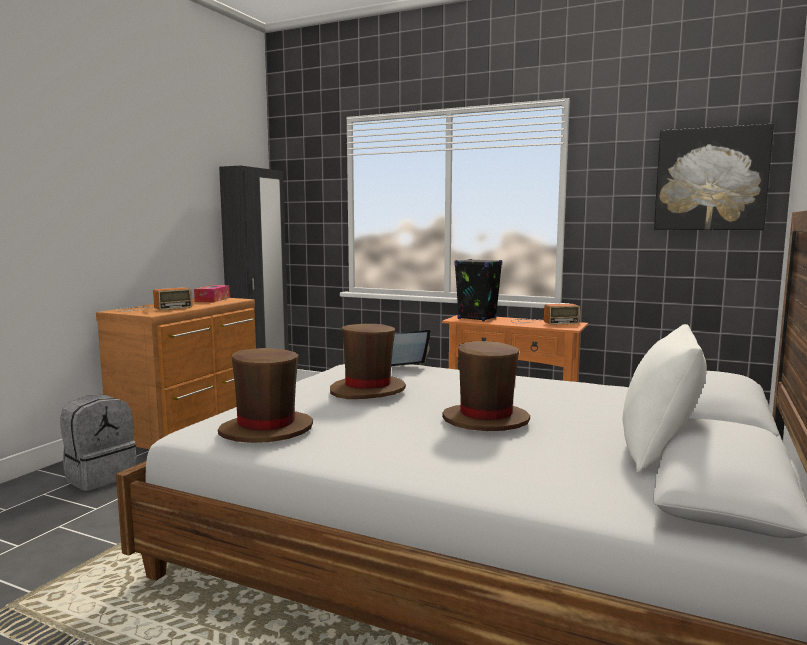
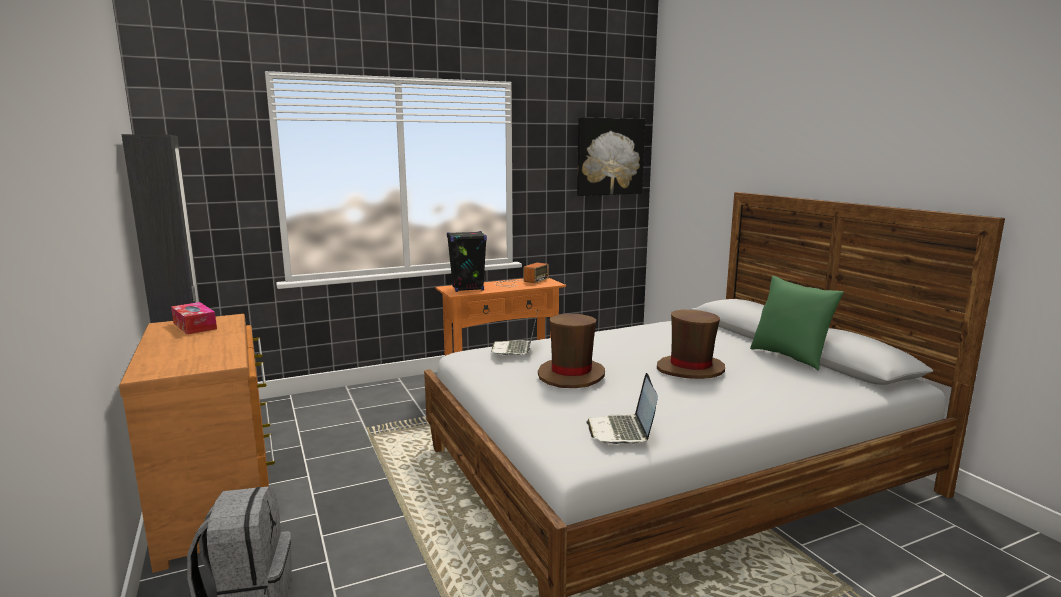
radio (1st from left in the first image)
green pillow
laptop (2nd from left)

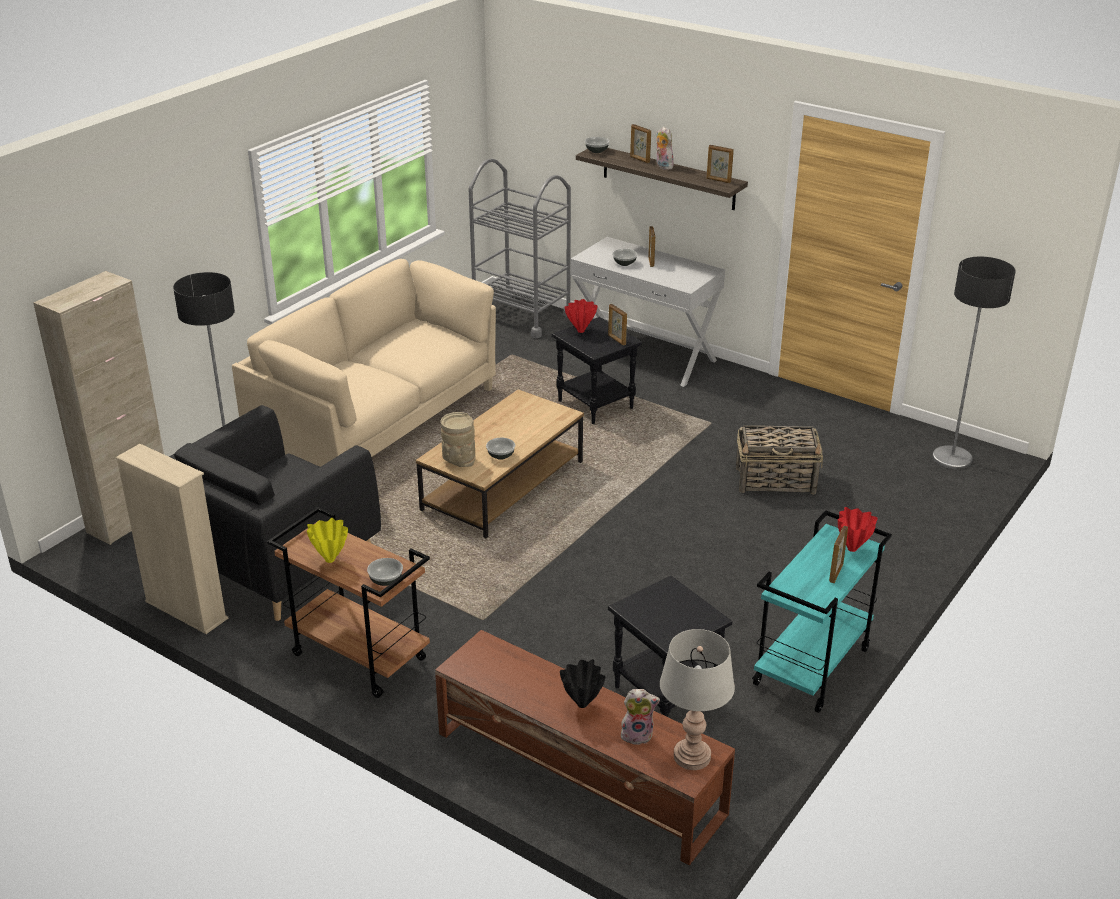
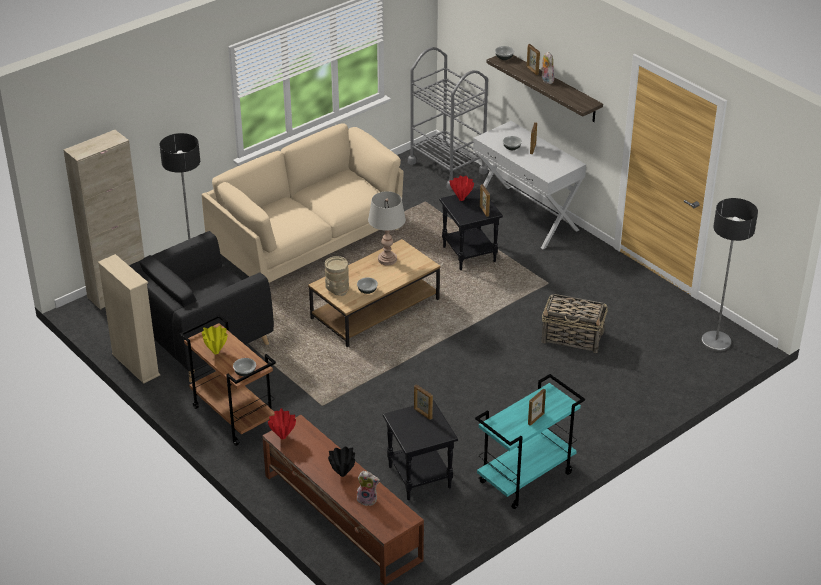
picture frame (1st from left)
red vase (1st from left)
grey table lamp

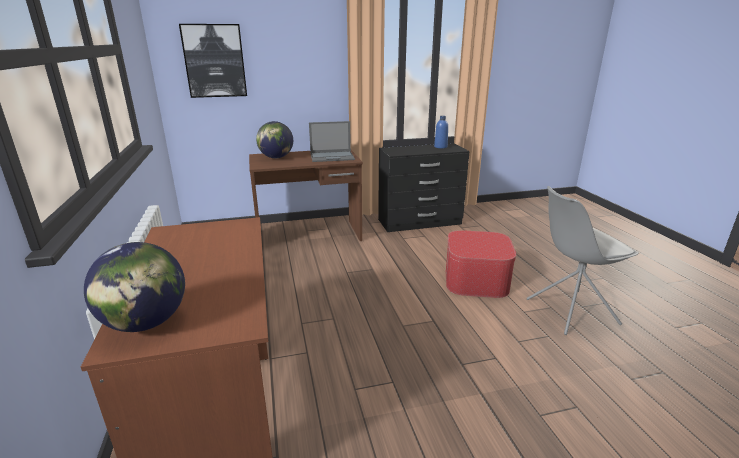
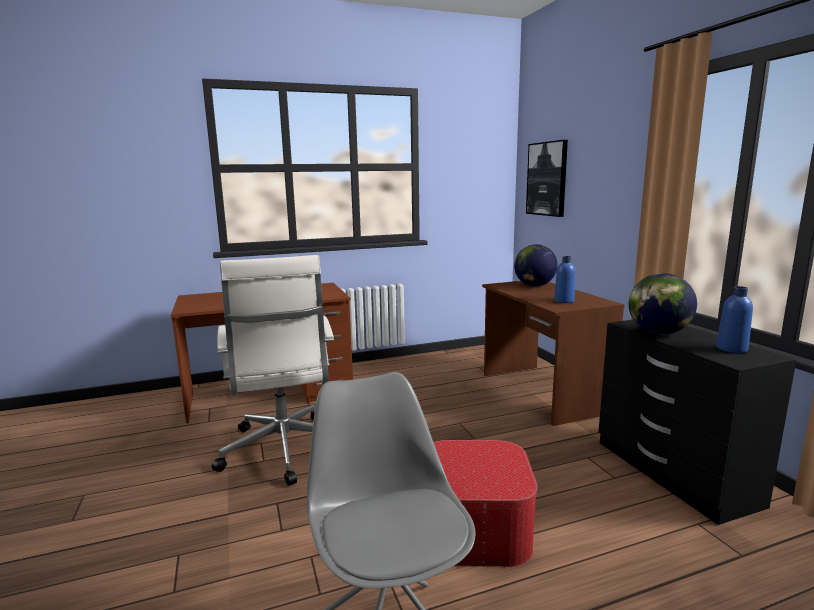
blue bottle (1st from left)
globe (2nd from left)
white office chair

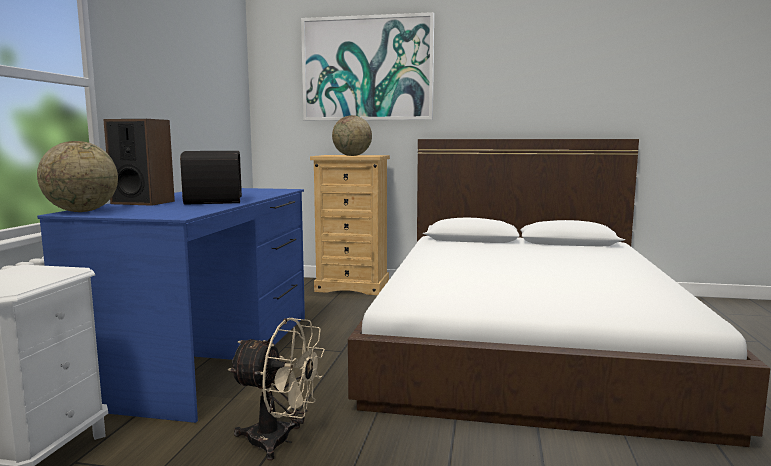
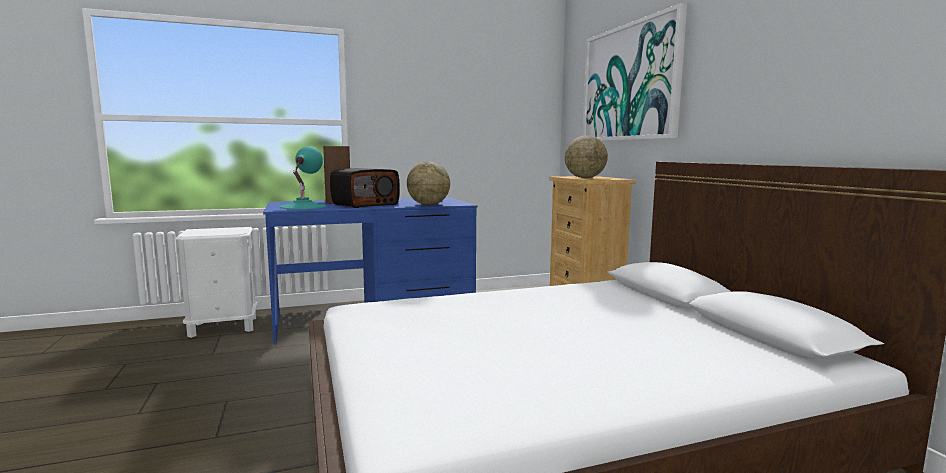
globe (1st from left)
beige fan
turquoise table lamp

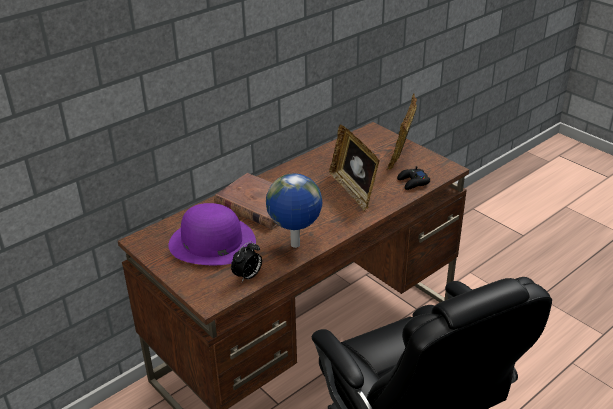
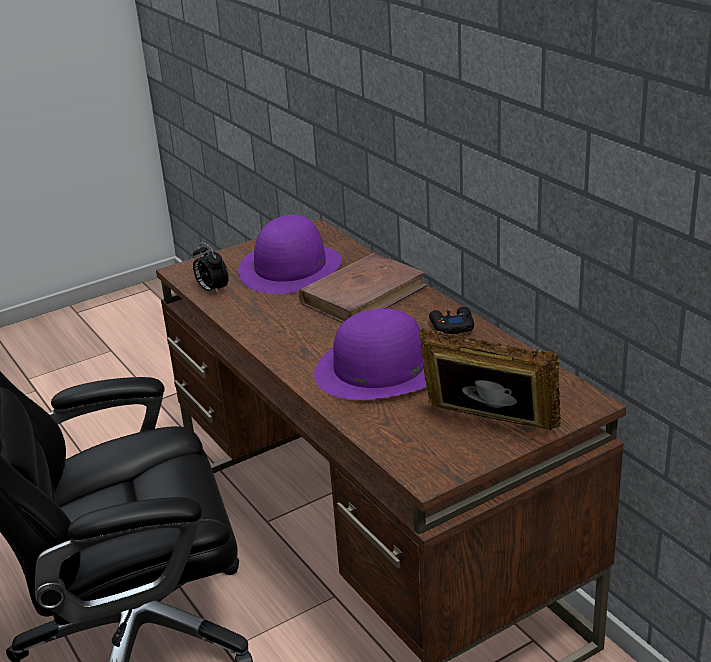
purple hat (2nd from left)
black game controller
globe

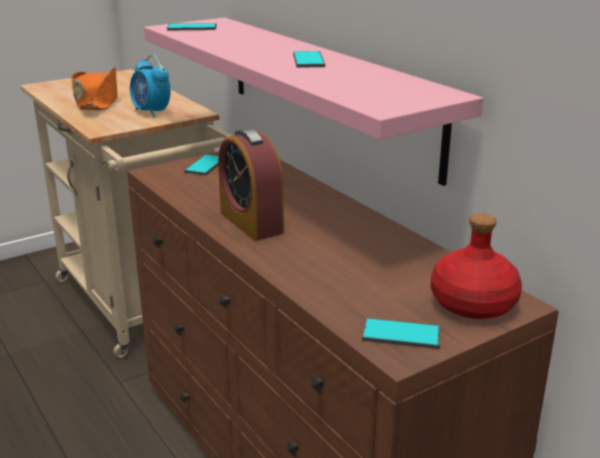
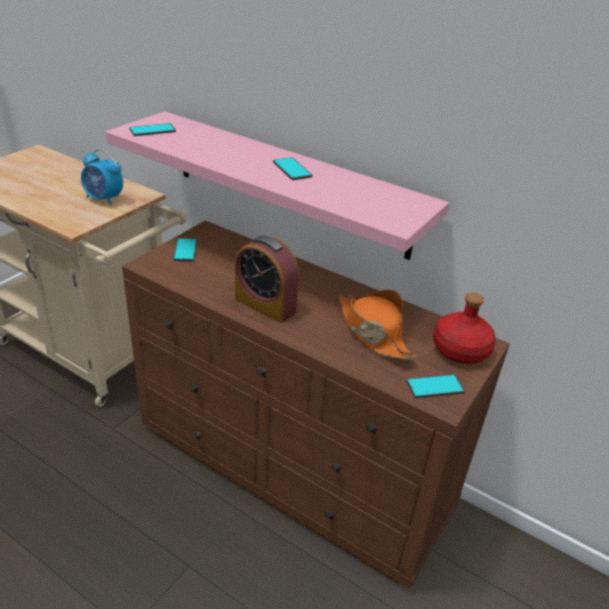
orange hat

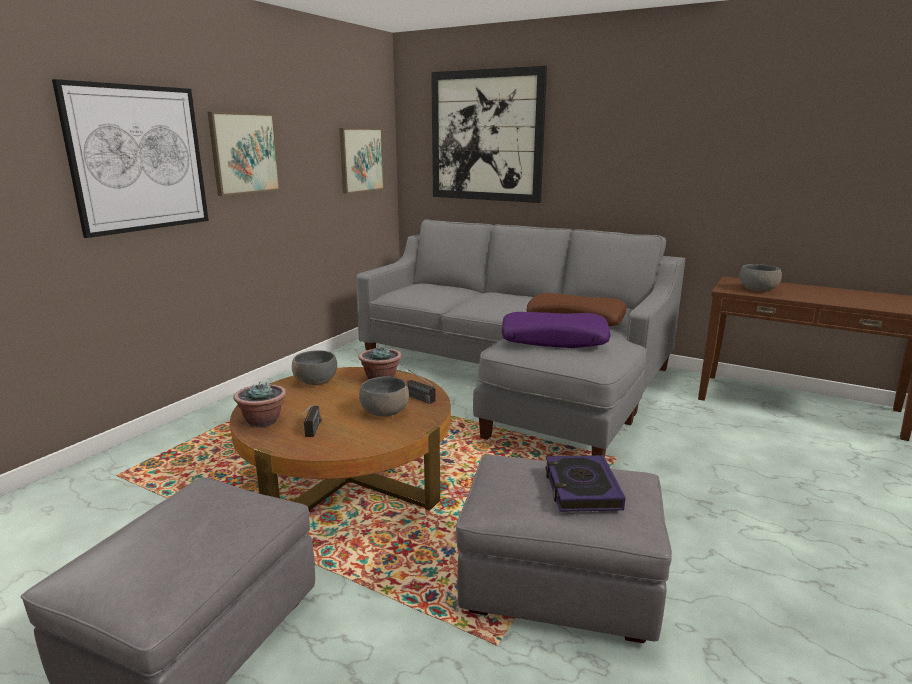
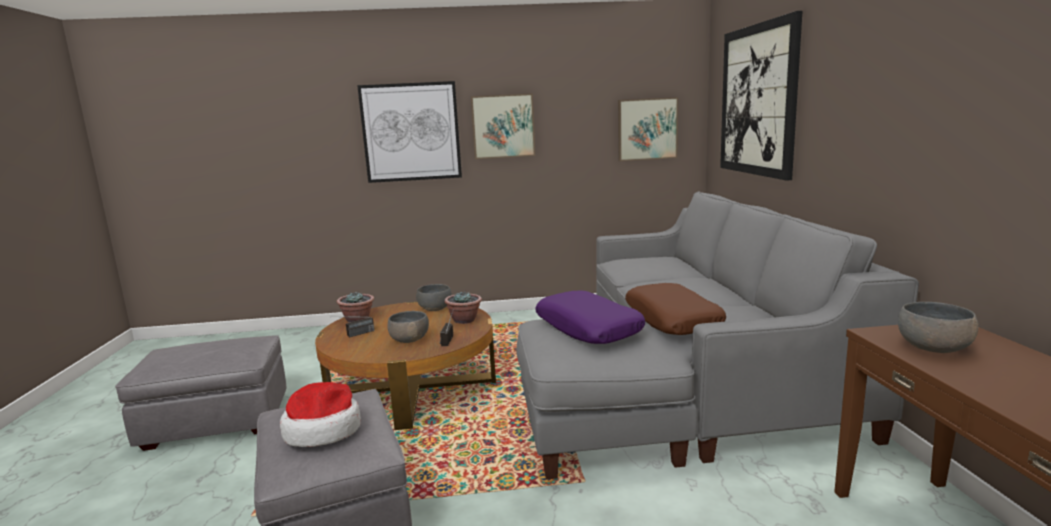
hat

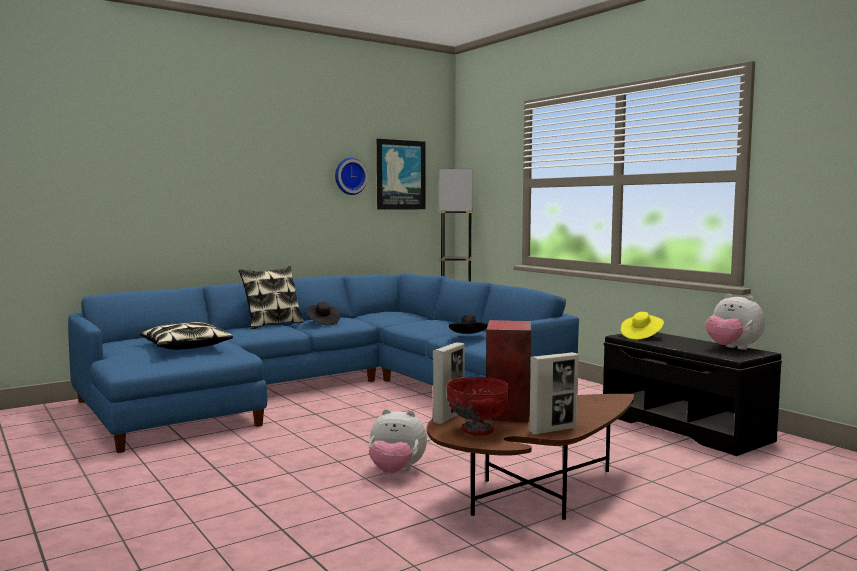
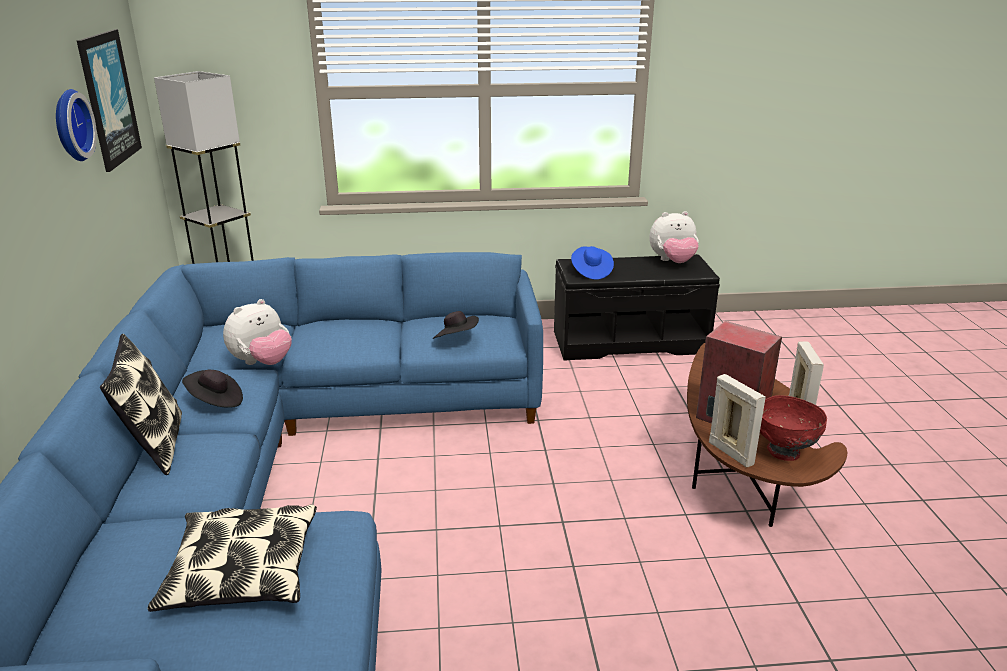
blue hat
plush toy (1st from left)

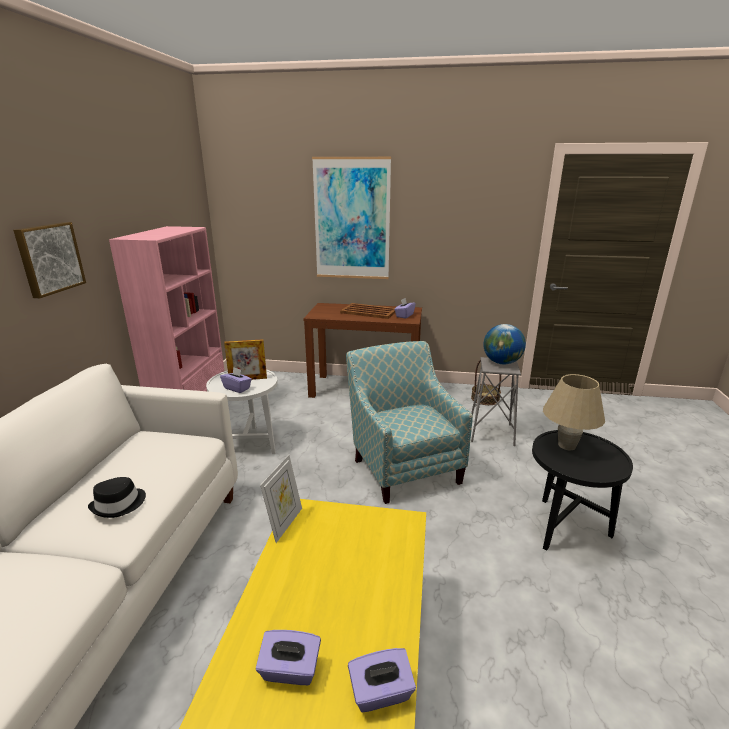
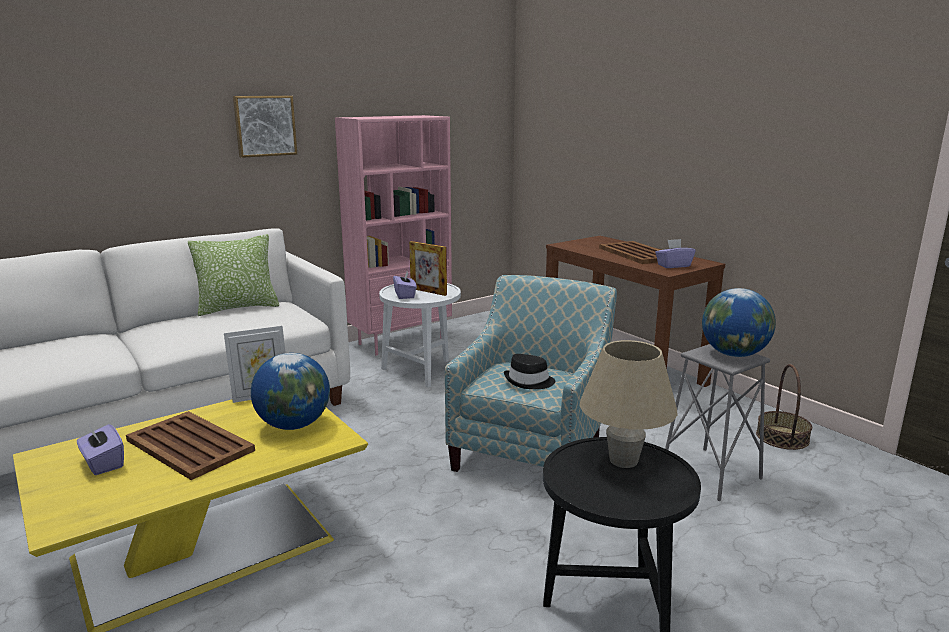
picture (2nd from left in the first image)
black hat
purple tissue box (3rd from left in the first image)
pillow
globe (1st from left)
brown tray (1st from left)

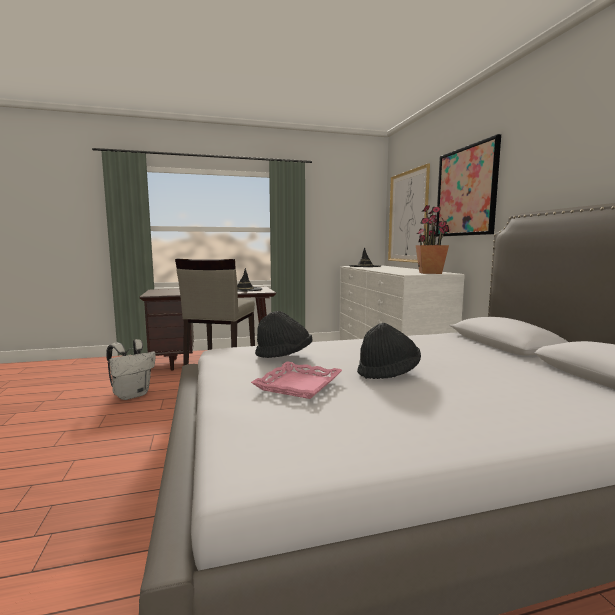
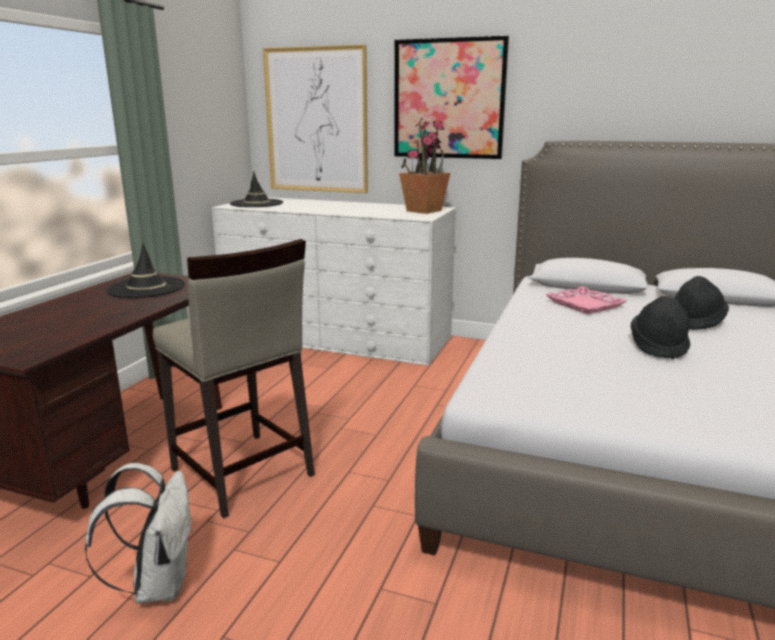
black hat (4th from left)
pink tray

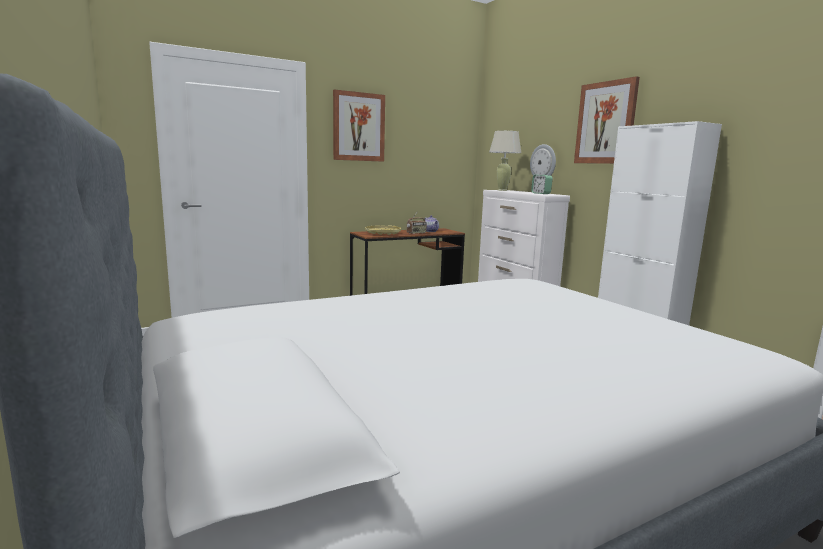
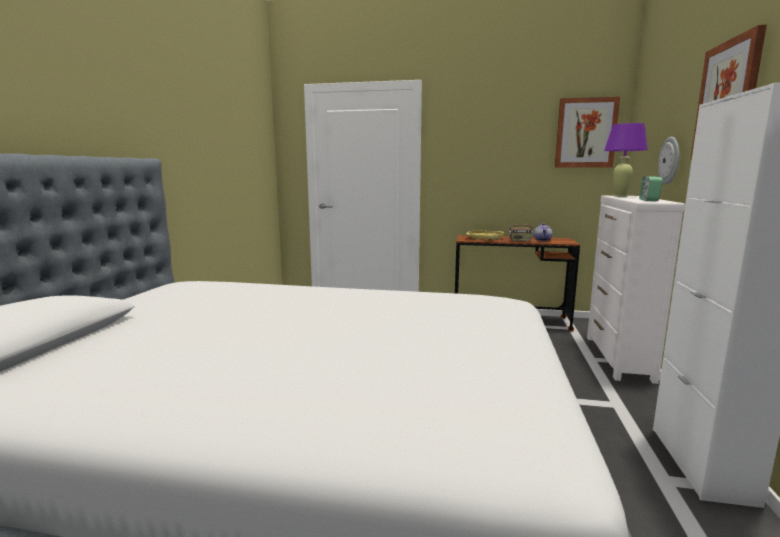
picture (1st from left)
purple table lamp

